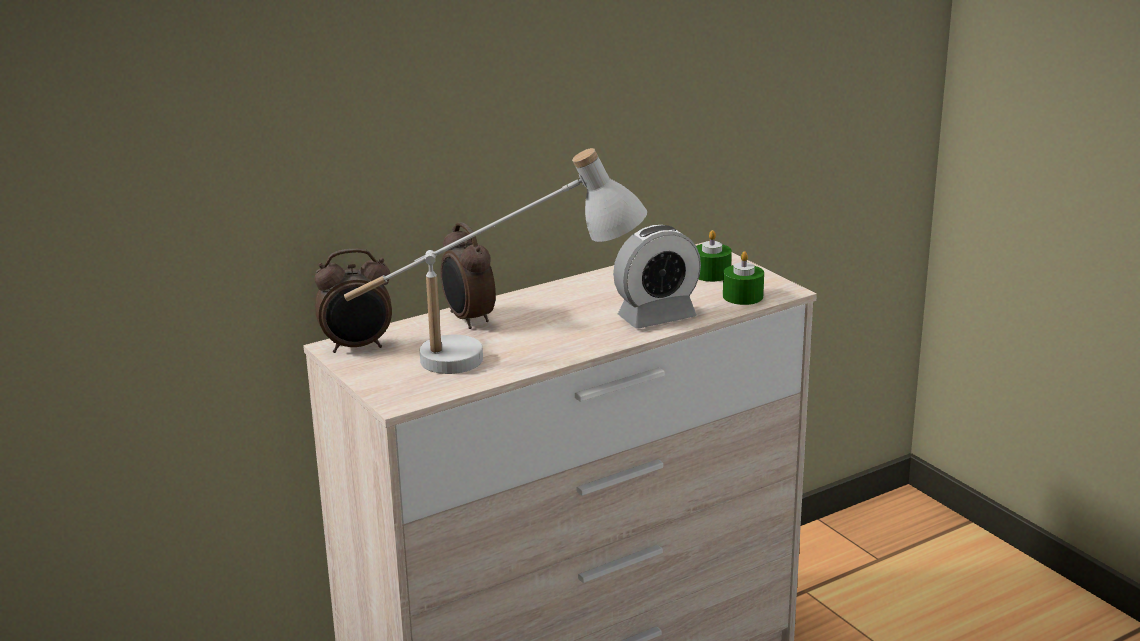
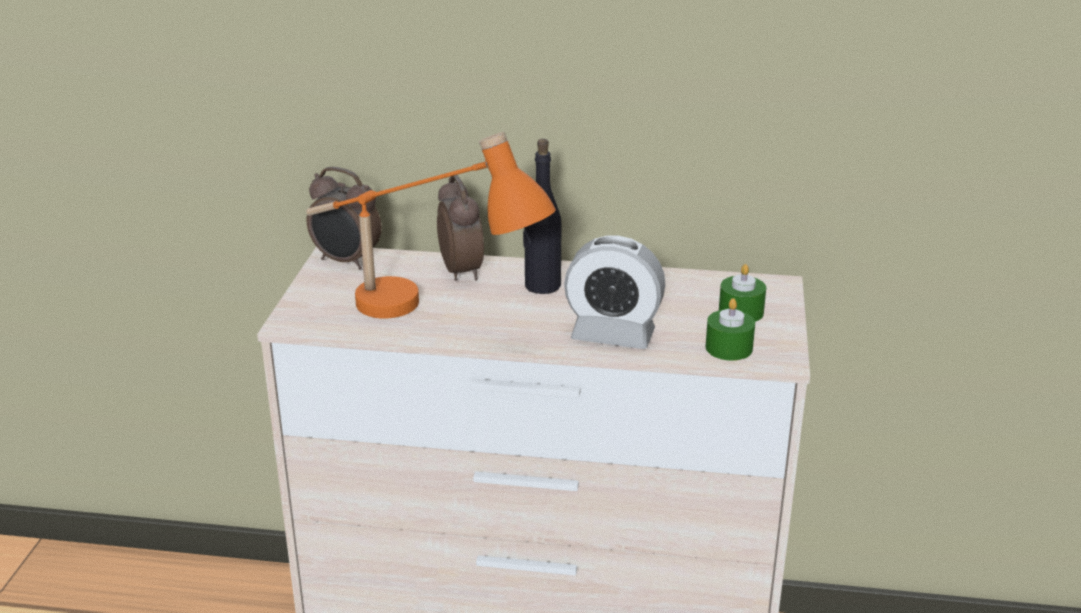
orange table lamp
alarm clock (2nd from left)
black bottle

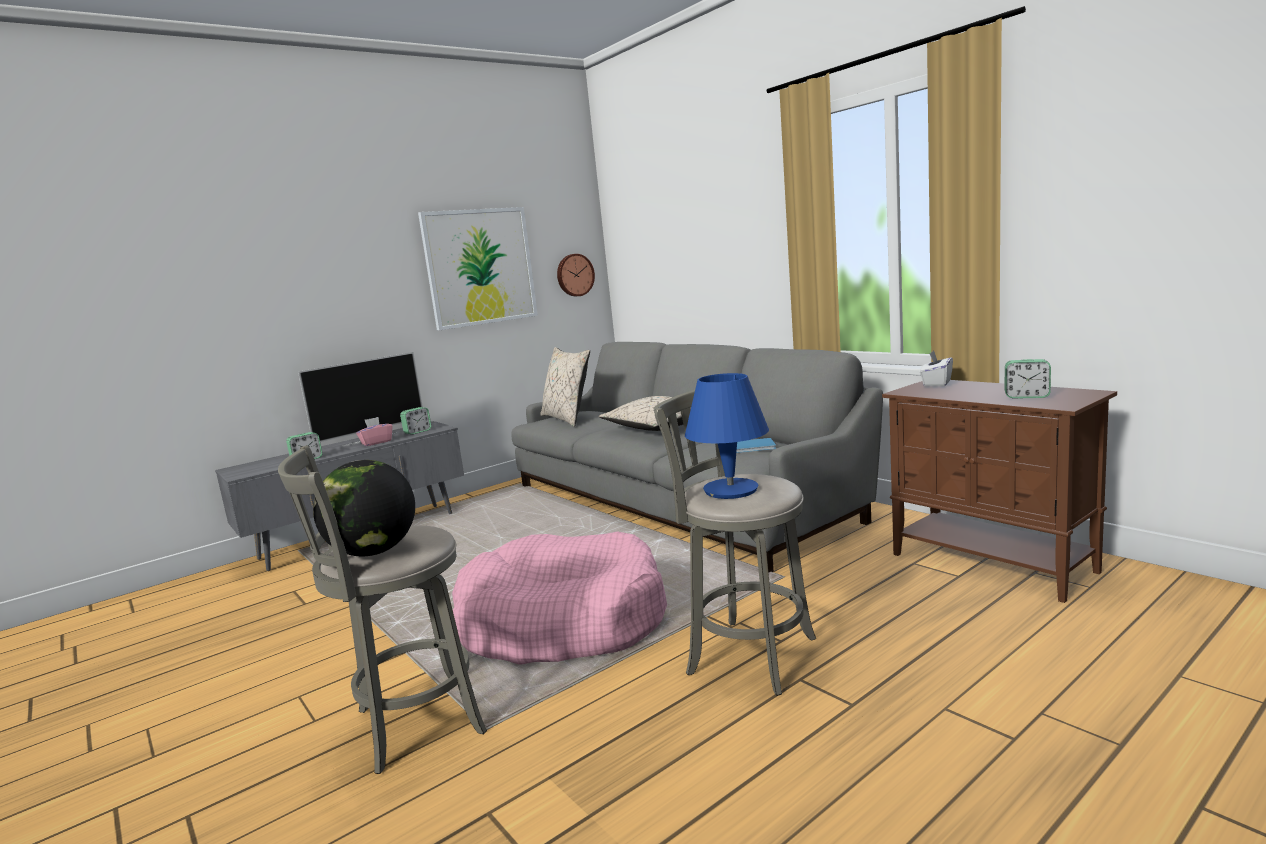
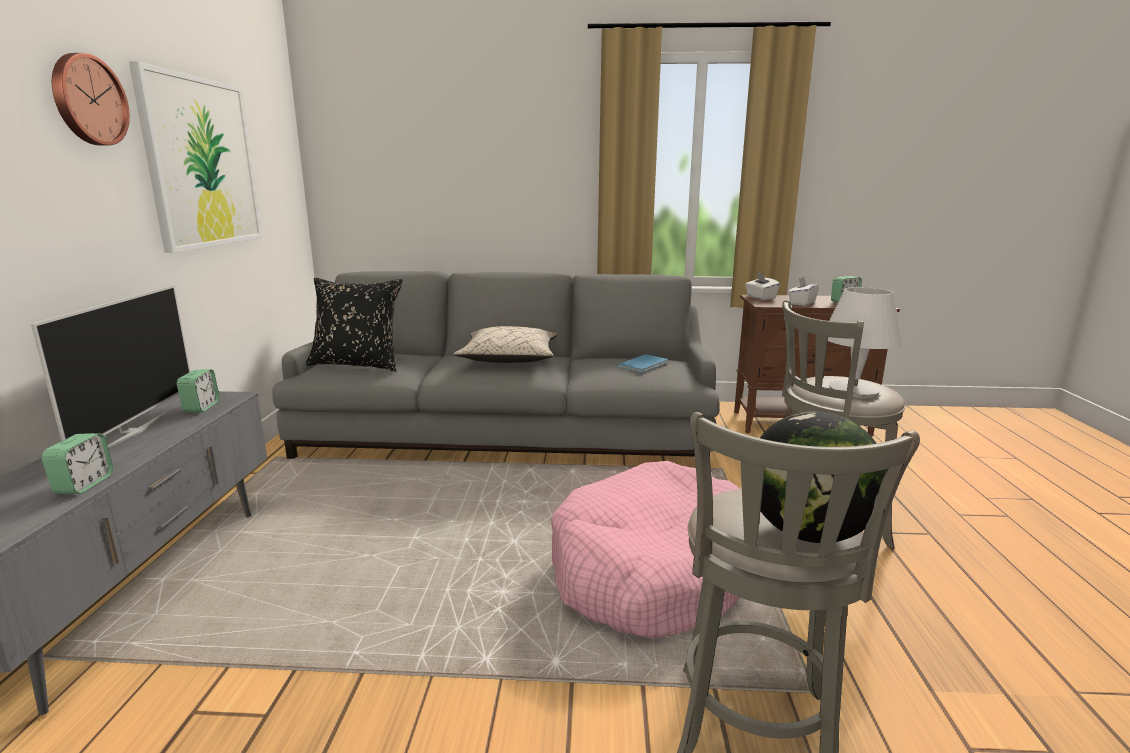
wall clock
black pillow
white table lamp
pink tissue box
white tissue box (2nd from left)

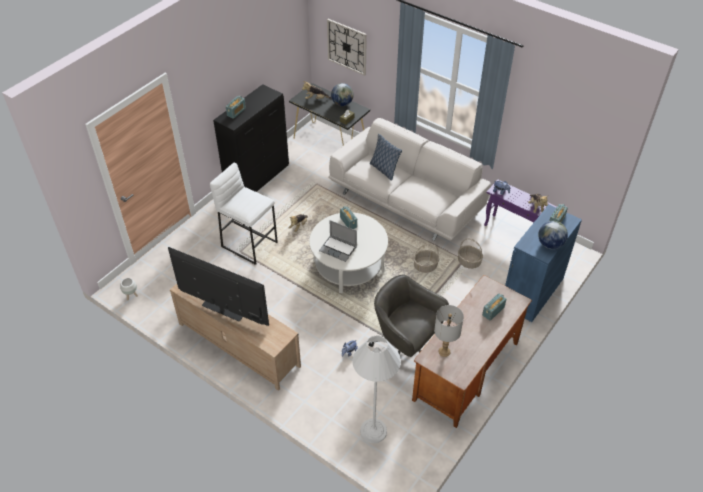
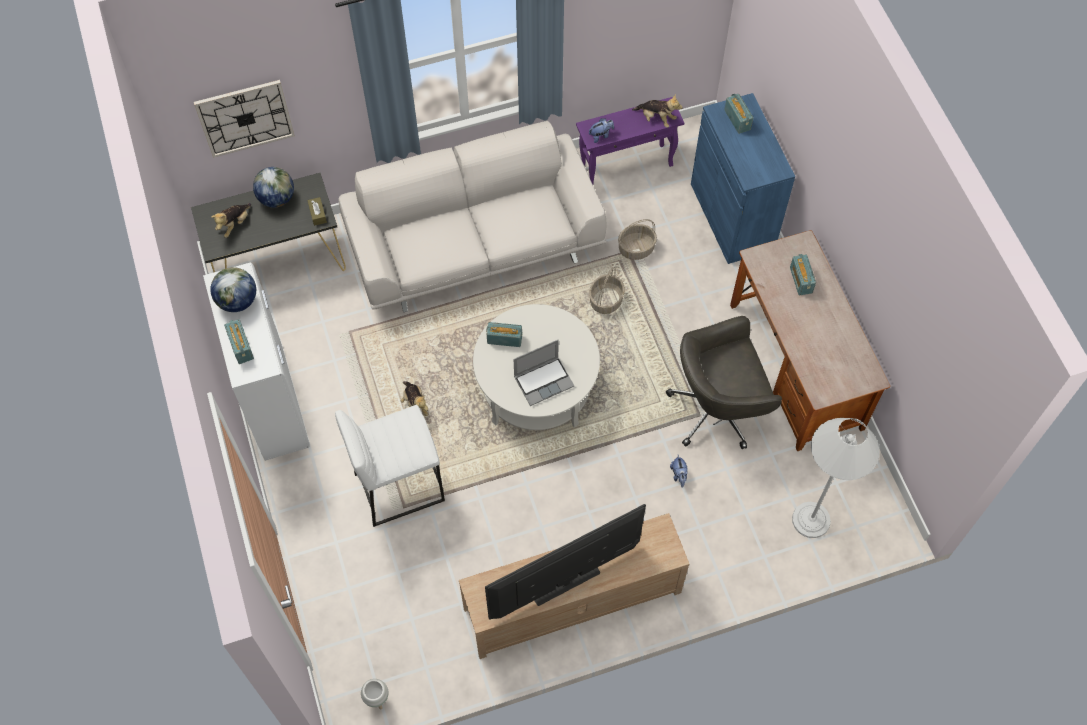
white cabinet
pillow
globe (1st from left)
grey table lamp

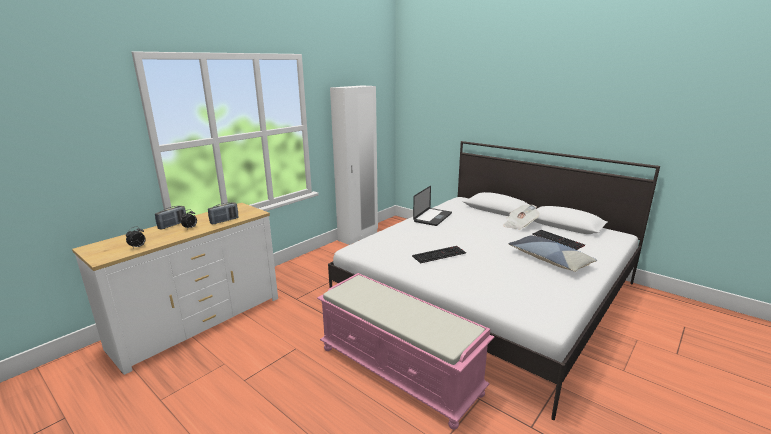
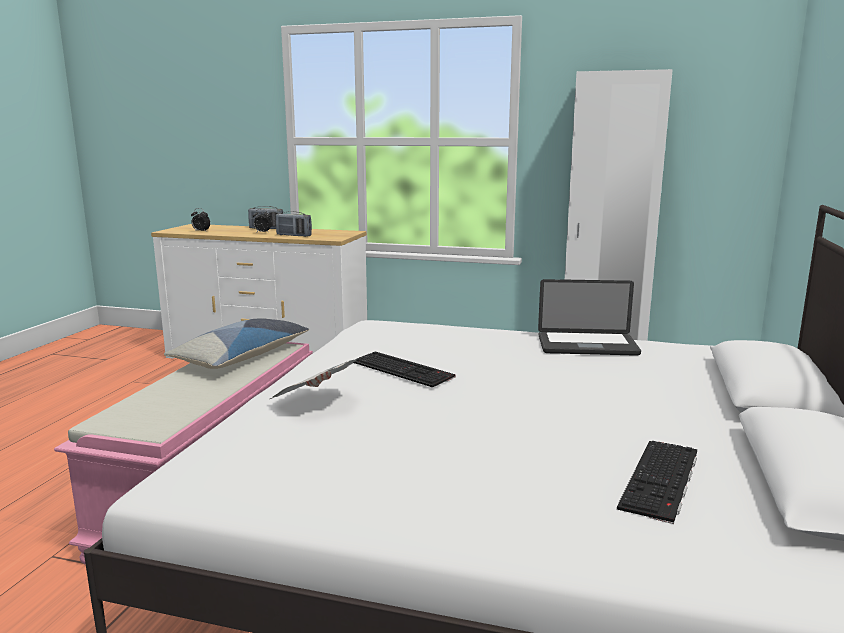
newspaper
pillow

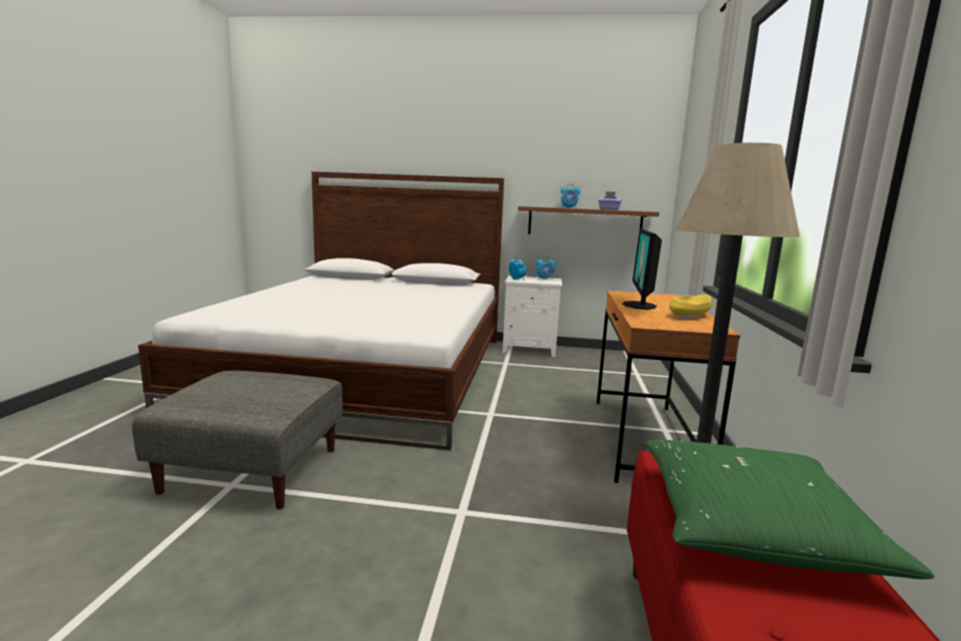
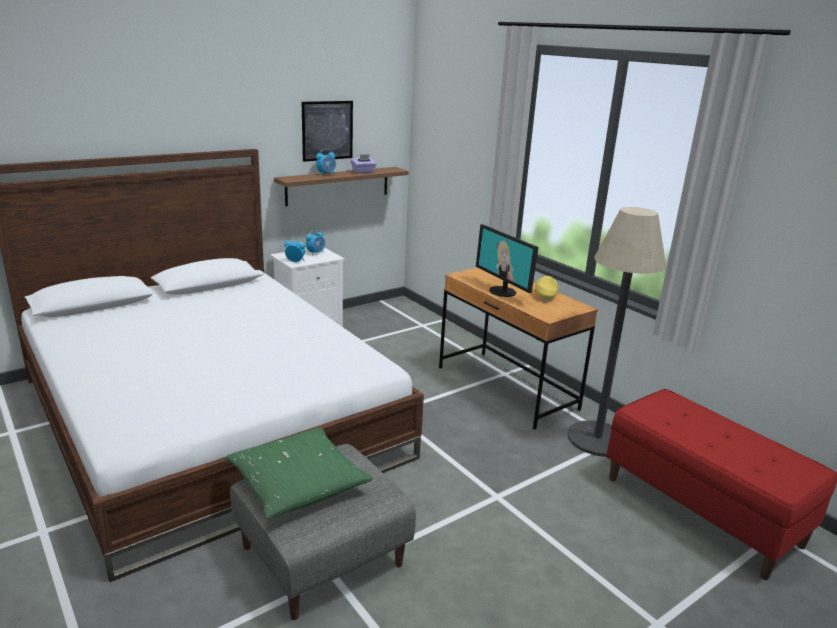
green pillow
picture

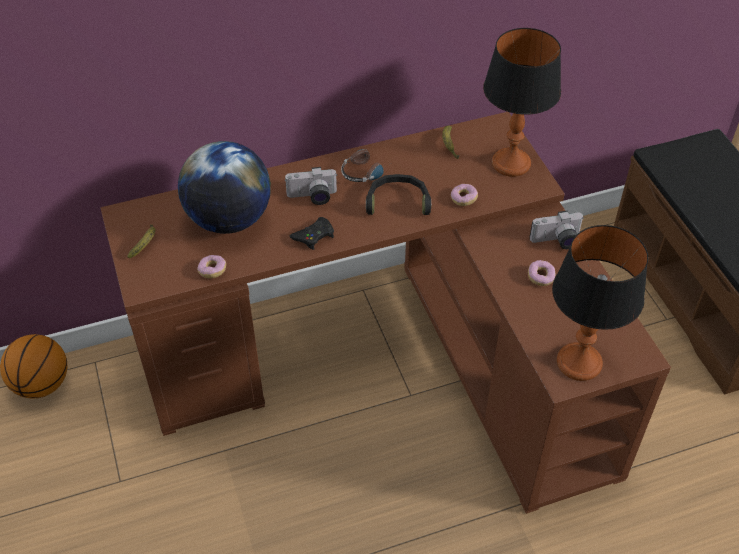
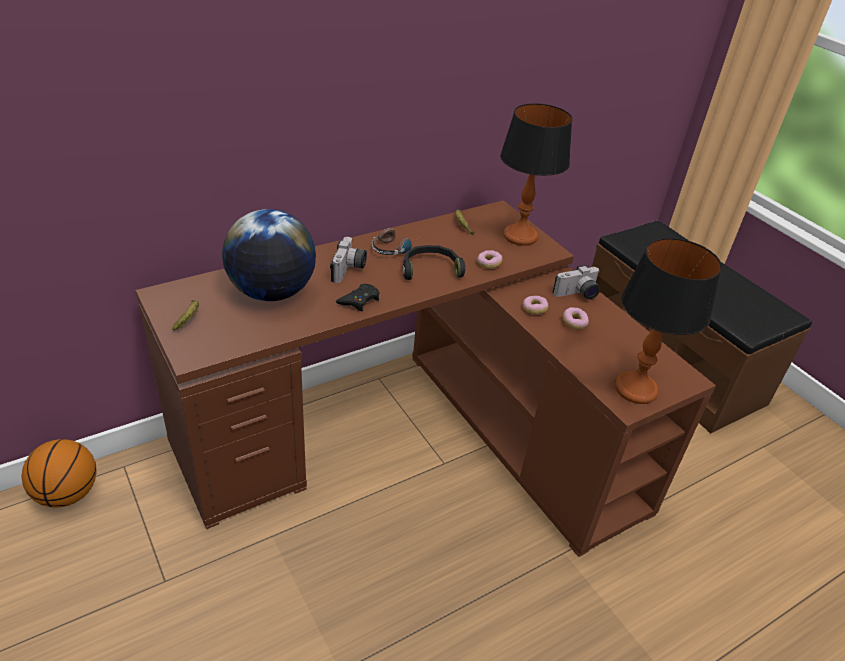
photo camera (1st from left)
donut (2nd from left)

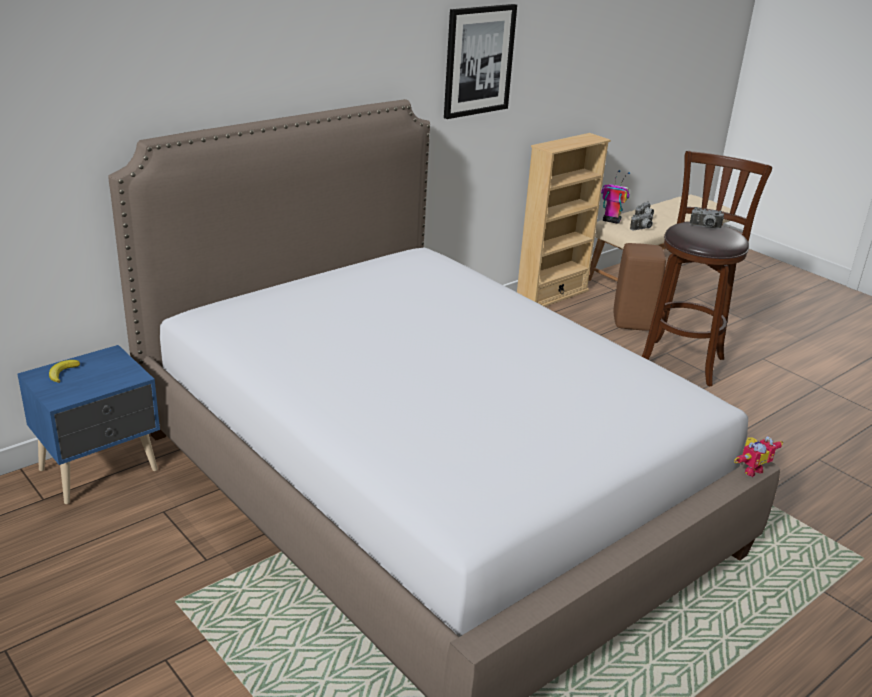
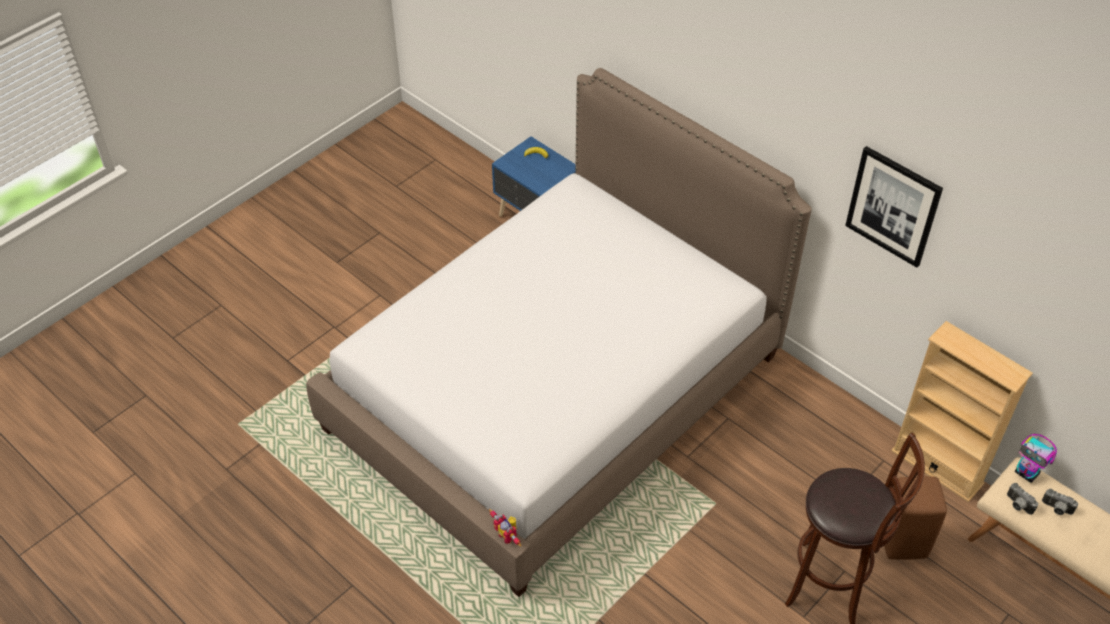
toy robot (2nd from left)
photo camera (3rd from left in the first image)

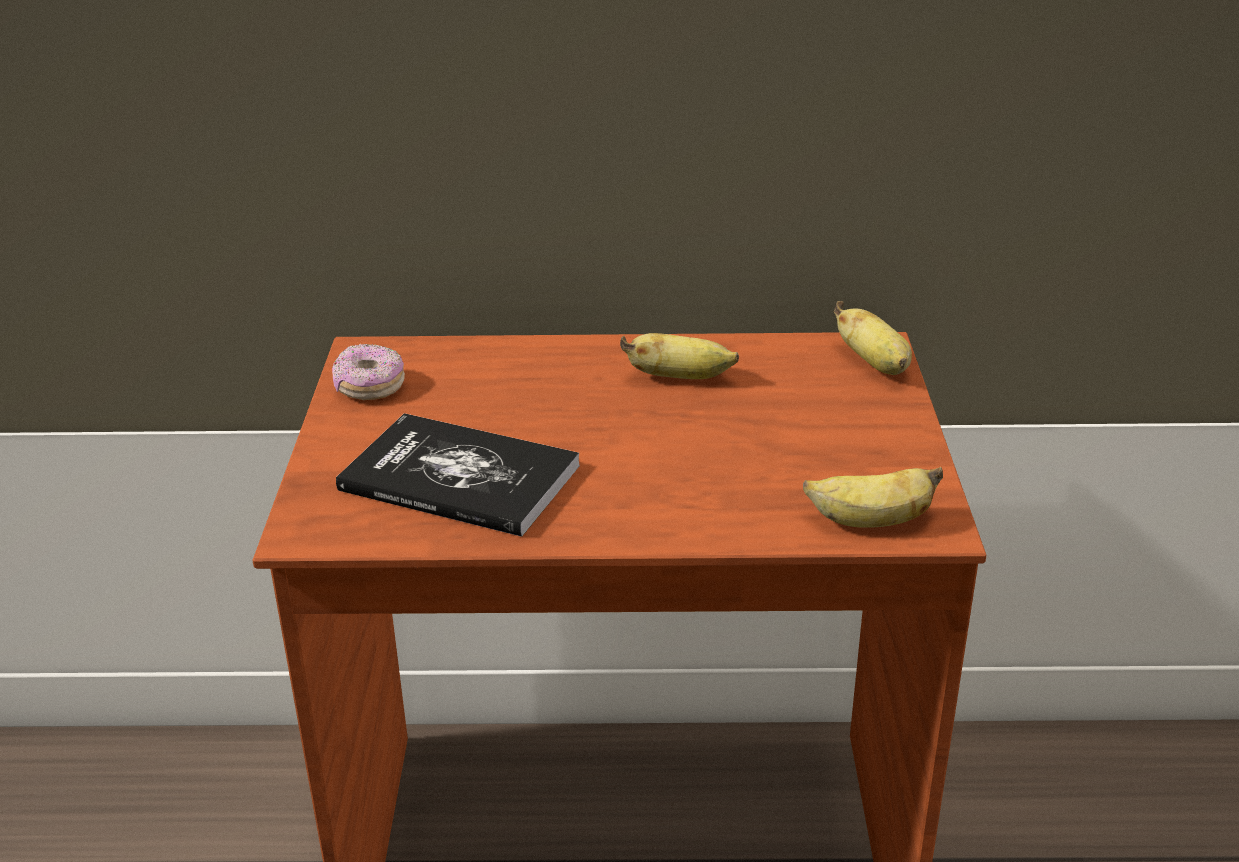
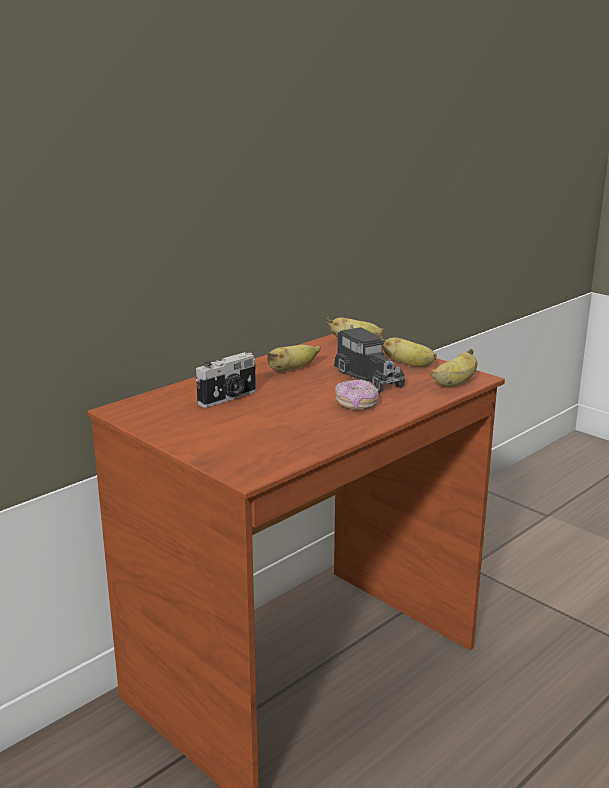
donut
book
toy truck
banana (3rd from left)
photo camera

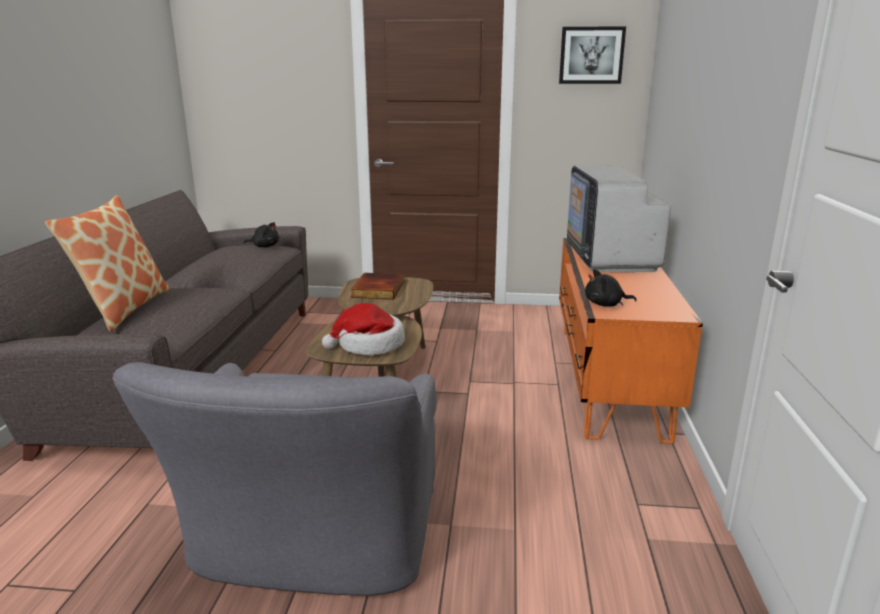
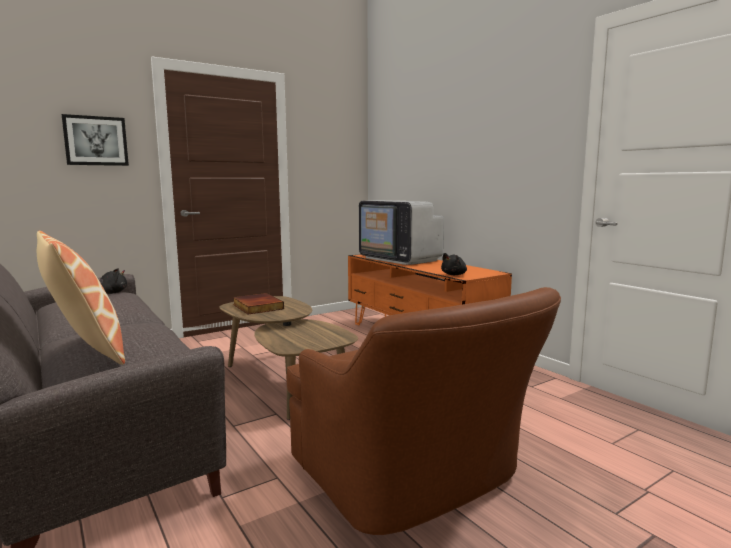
picture
hat
brown armchair

